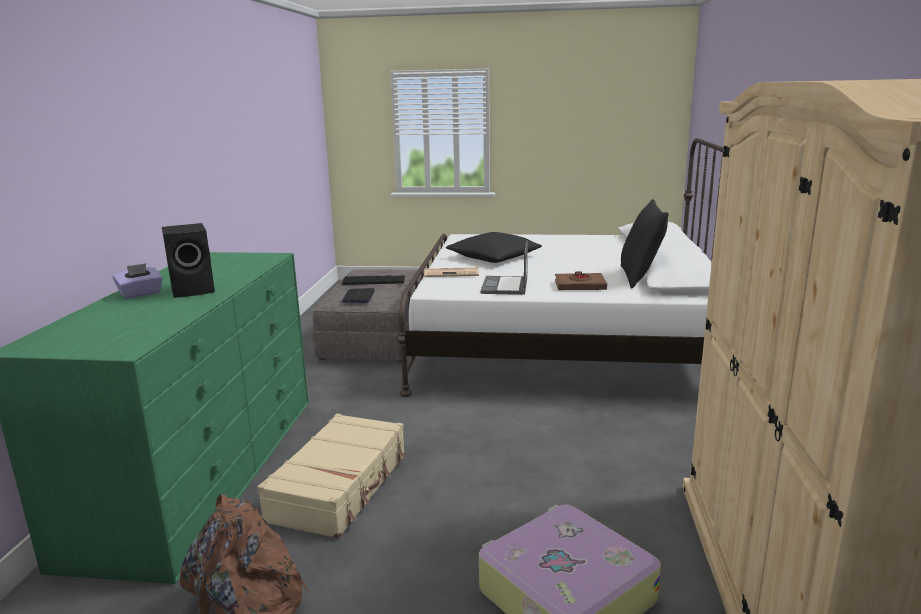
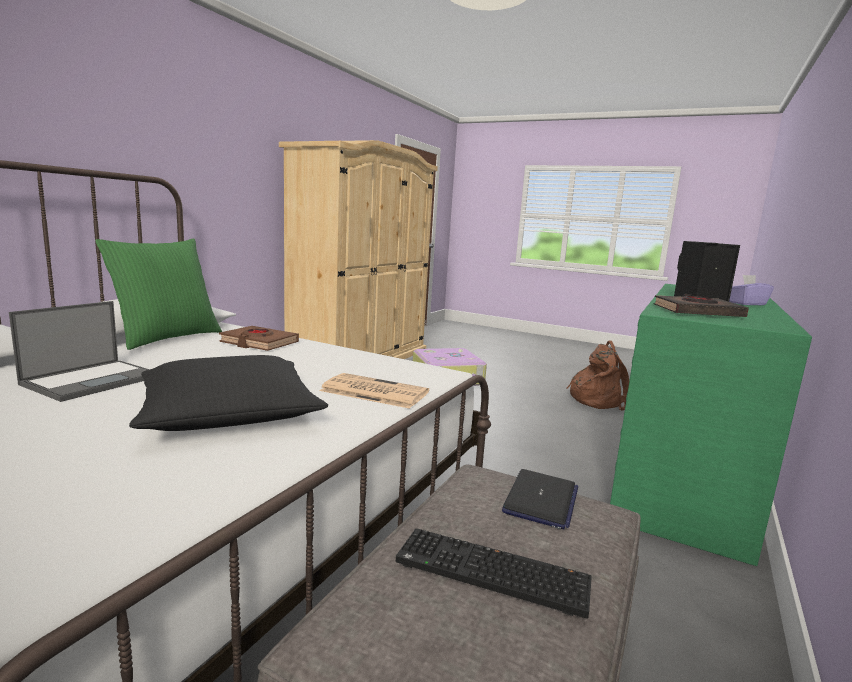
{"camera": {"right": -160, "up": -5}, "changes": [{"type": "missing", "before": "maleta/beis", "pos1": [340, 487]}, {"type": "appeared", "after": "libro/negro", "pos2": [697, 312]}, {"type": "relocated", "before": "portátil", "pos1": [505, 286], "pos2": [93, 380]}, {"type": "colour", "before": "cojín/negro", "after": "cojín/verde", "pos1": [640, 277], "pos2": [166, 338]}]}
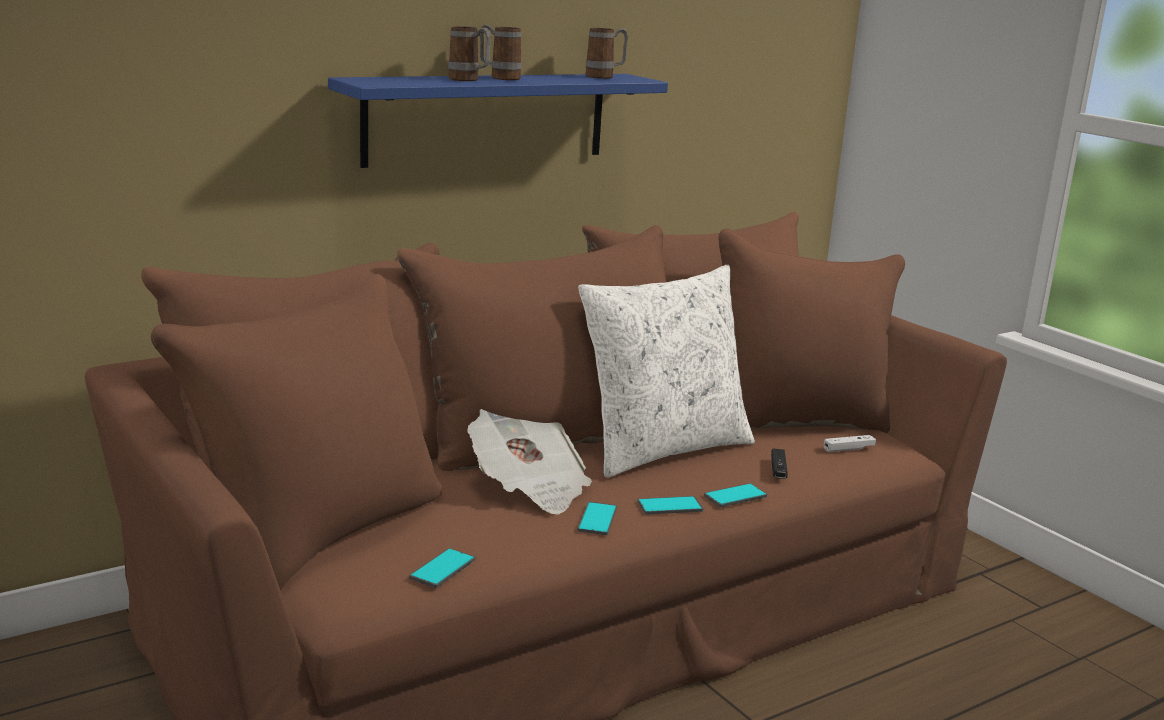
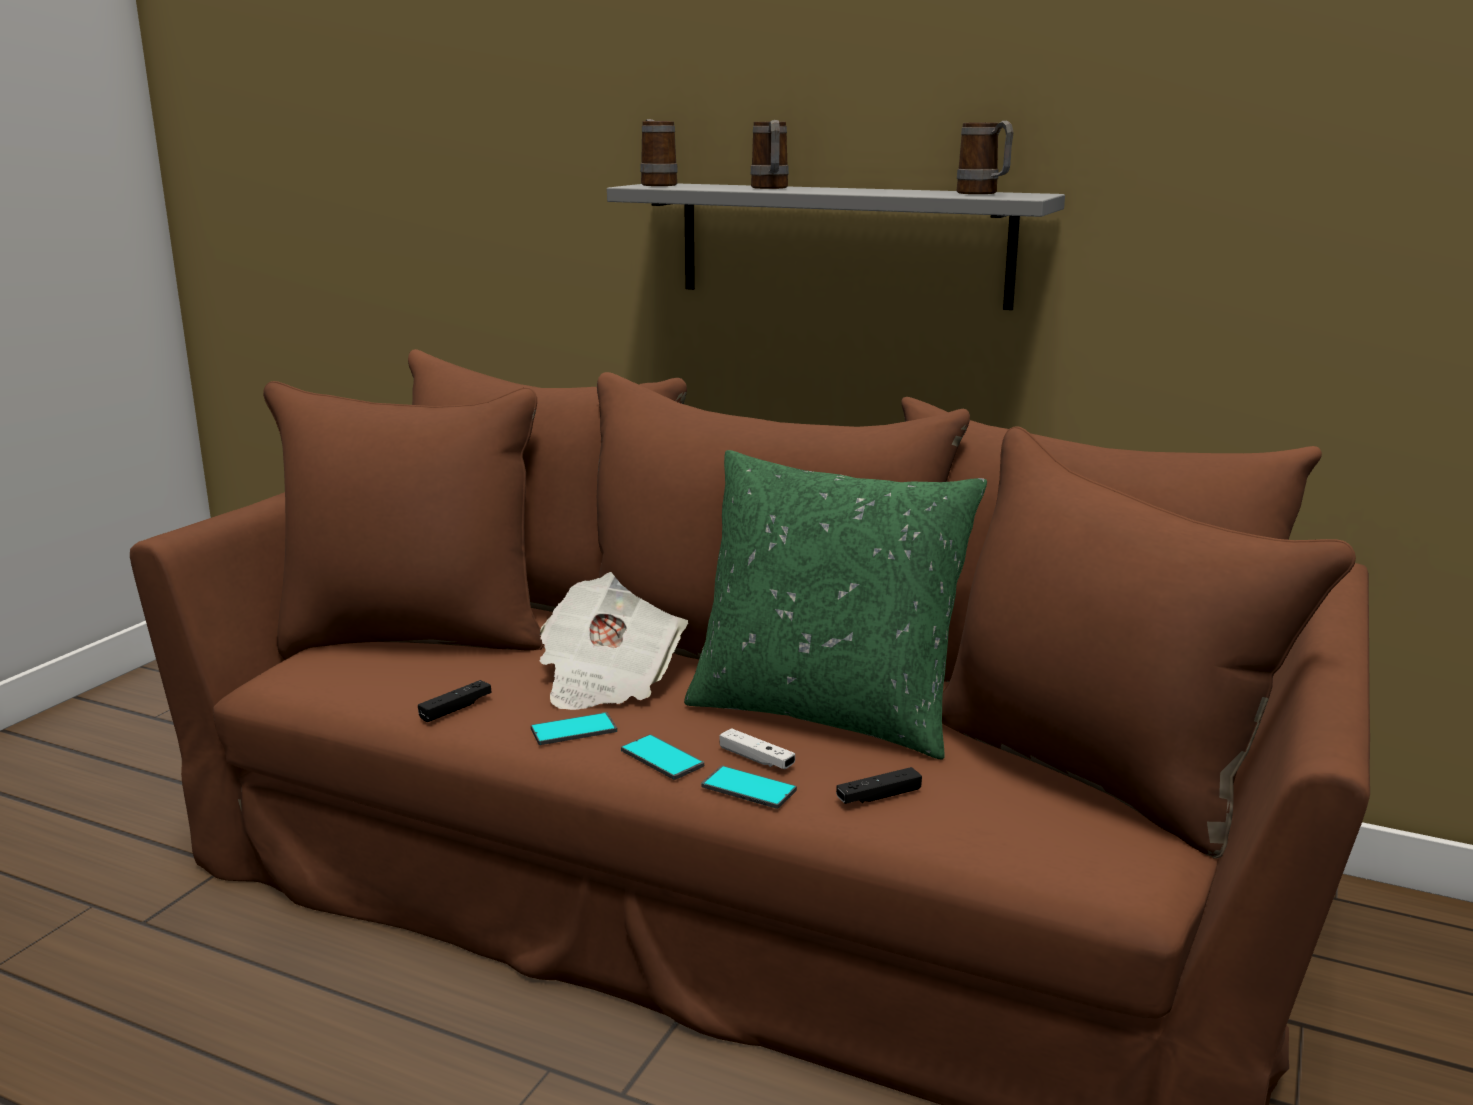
{"camera": {"right": 60, "up": 0}, "changes": [{"type": "missing", "before": "móvil", "pos1": [442, 569]}, {"type": "appeared", "after": "mando de consola/negro", "pos2": [455, 709]}, {"type": "relocated", "before": "taza grande", "pos1": [499, 78], "pos2": [657, 184]}, {"type": "relocated", "before": "mando de consola/blanco", "pos1": [848, 449], "pos2": [756, 759]}, {"type": "colour", "before": "estante/azul", "after": "estante/gris", "pos1": [487, 118], "pos2": [842, 244]}, {"type": "colour", "before": "cojín/blanco", "after": "cojín/verde", "pos1": [662, 448], "pos2": [826, 713]}]}
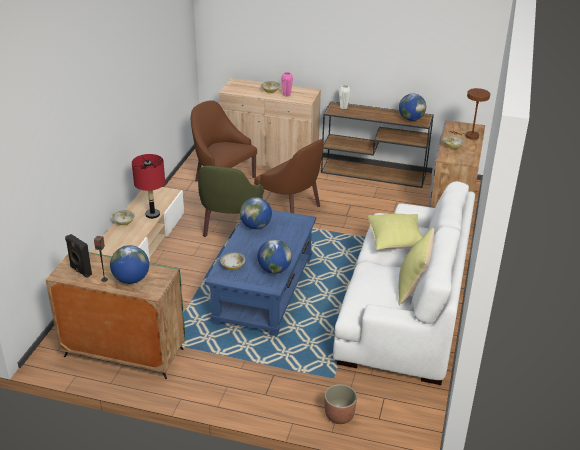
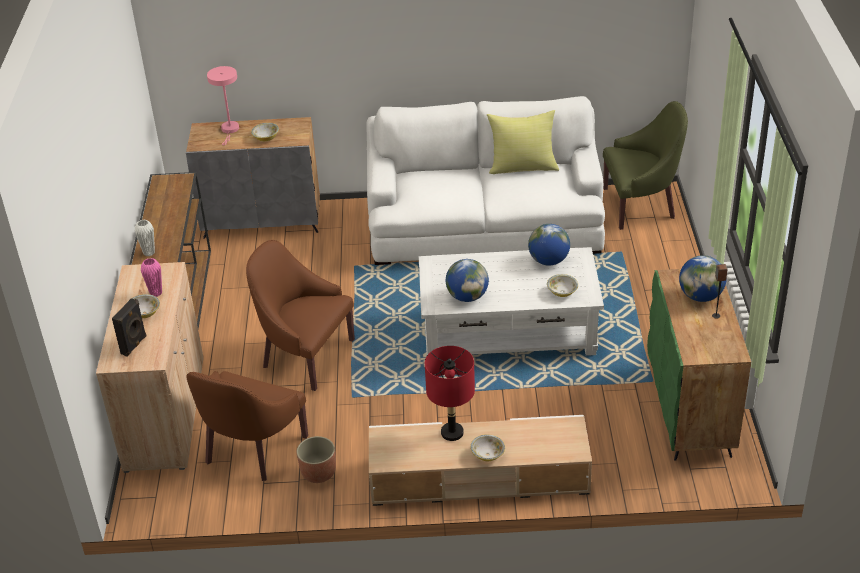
{"camera": {"right": -105, "up": 5}, "changes": [{"type": "missing", "before": "cojín/amarillo", "pos1": [396, 241]}, {"type": "missing", "before": "globo terráqueo", "pos1": [411, 119]}, {"type": "relocated", "before": "altavoz/negro", "pos1": [80, 271], "pos2": [134, 345]}, {"type": "relocated", "before": "sillón/verde", "pos1": [229, 227], "pos2": [641, 205]}, {"type": "relocated", "before": "maceta", "pos1": [339, 415], "pos2": [318, 473]}, {"type": "colour", "before": "mesa de centro/azul", "after": "mesa de centro/blanco", "pos1": [264, 290], "pos2": [509, 332]}, {"type": "colour", "before": "lámpara de mesa/marrón", "after": "lámpara de mesa/rosa", "pos1": [469, 136], "pos2": [230, 130]}, {"type": "spun", "before": "sillón/marrón", "pos1": [291, 206], "pos2": [305, 355], "turn": -90}]}
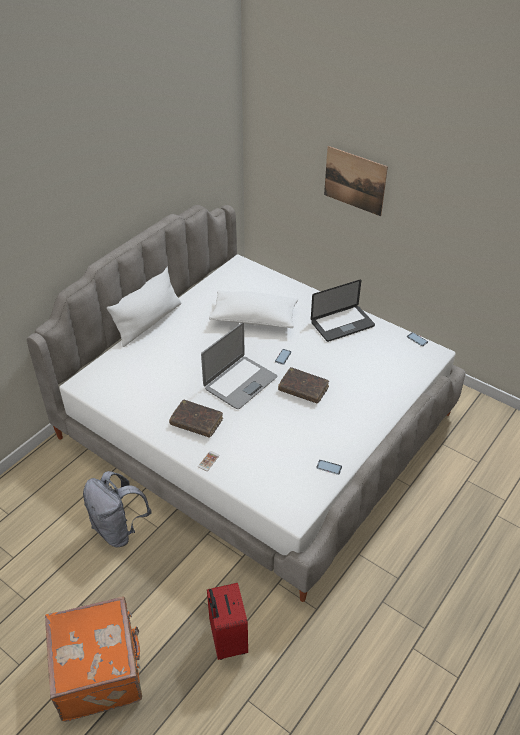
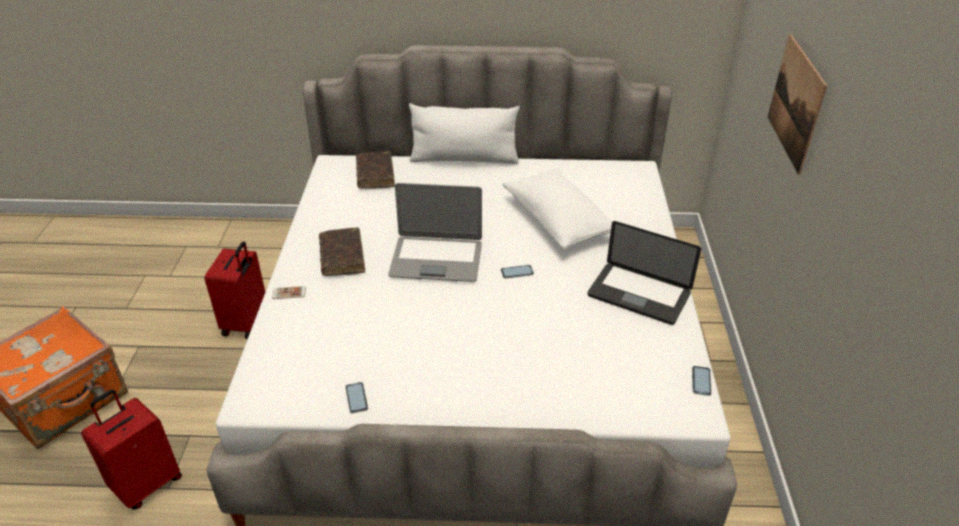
{"camera": {"right": 55, "up": -5}, "changes": [{"type": "relocated", "before": "libro/marrón", "pos1": [303, 389], "pos2": [375, 175]}, {"type": "exchanged", "before": "mochila/gris", "after": "maleta/rojo", "pos1": [119, 529], "pos2": [246, 323]}]}
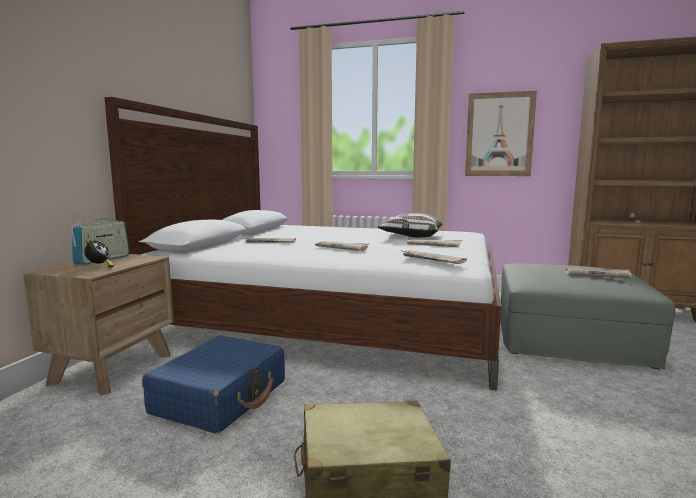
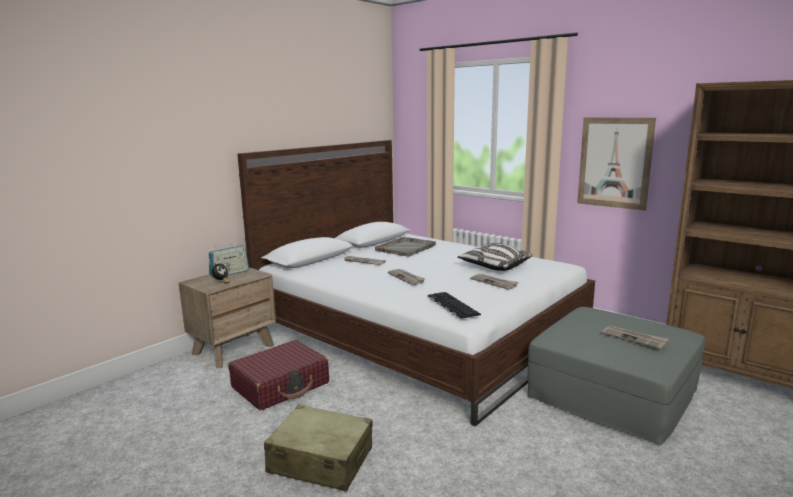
{"camera": {"right": 25, "up": 5}, "changes": [{"type": "appeared", "after": "bandeja/gris", "pos2": [406, 247]}, {"type": "exchanged", "before": "periódico", "after": "teclado", "pos1": [431, 259], "pos2": [451, 305]}, {"type": "colour", "before": "maleta/azul", "after": "maleta/rojo", "pos1": [221, 397], "pos2": [281, 385]}]}
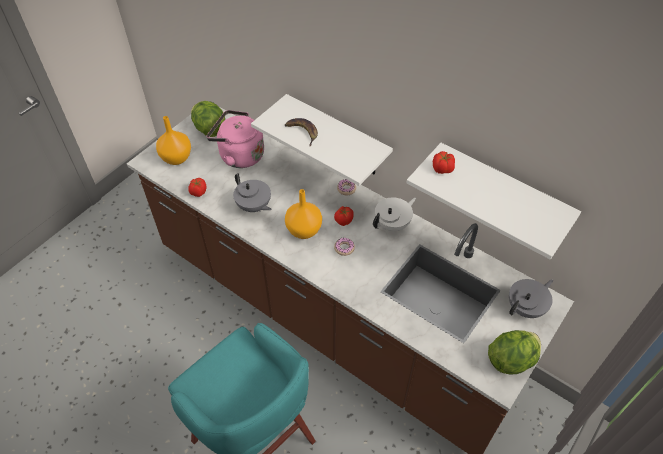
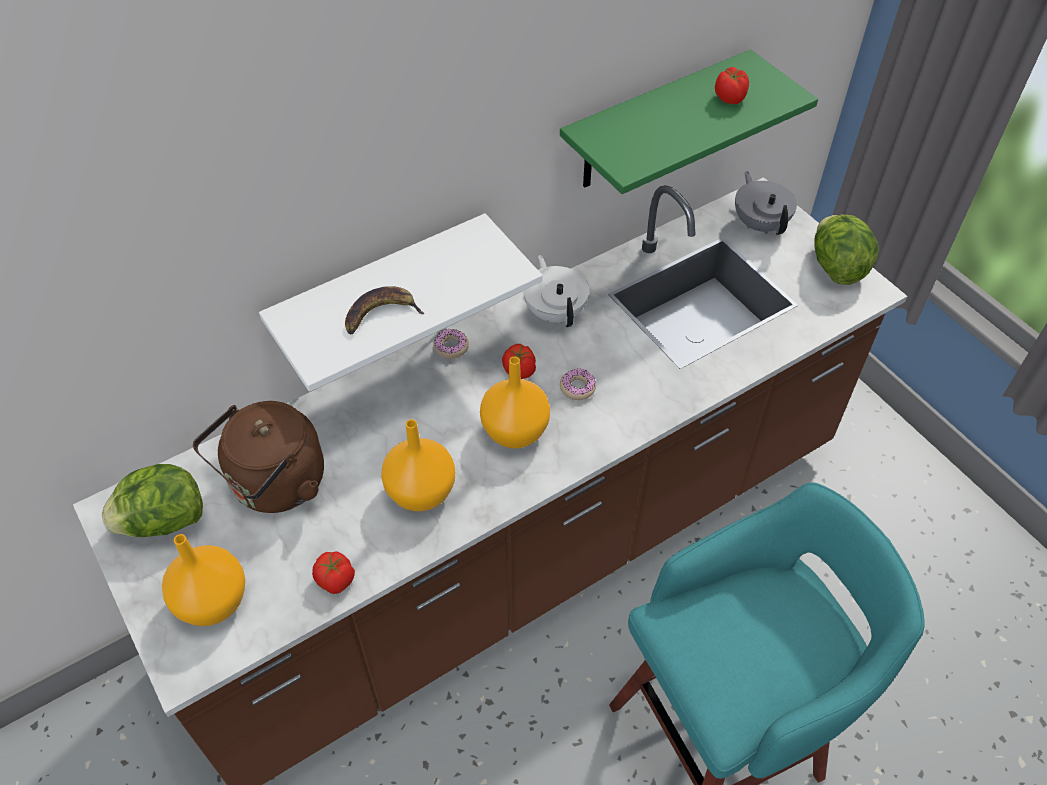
{"camera": {"right": -70, "up": 0}, "changes": [{"type": "relocated", "before": "tomate", "pos1": [442, 169], "pos2": [730, 98]}, {"type": "exchanged", "before": "tetera/gris", "after": "florero/naranja", "pos1": [254, 206], "pos2": [422, 493]}, {"type": "colour", "before": "hervidor/rosa", "after": "hervidor/marrón", "pos1": [239, 155], "pos2": [274, 485]}, {"type": "colour", "before": "estante/blanco", "after": "estante/verde", "pos1": [502, 193], "pos2": [654, 122]}]}
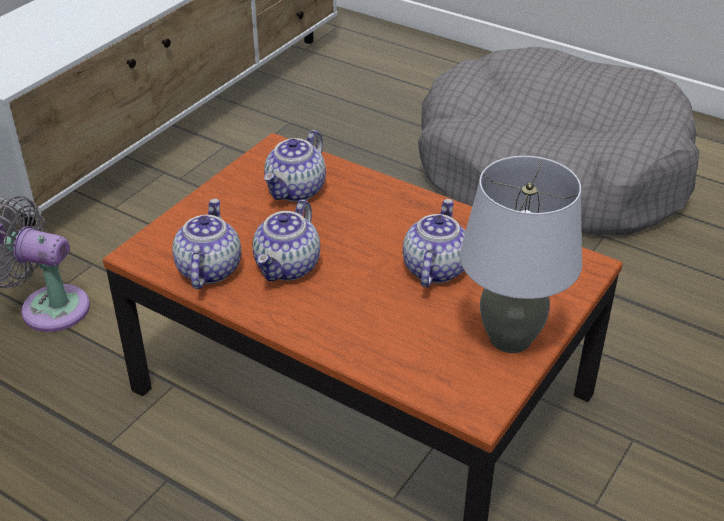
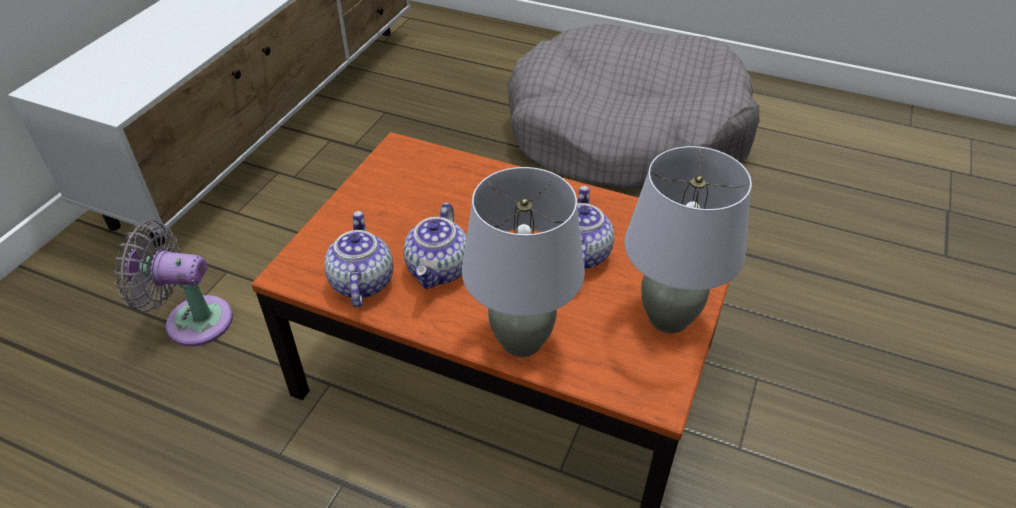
{"camera": {"right": -10, "up": 5}, "changes": [{"type": "missing", "before": "tetera", "pos1": [296, 190]}, {"type": "appeared", "after": "lámpara de mesa/gris", "pos2": [521, 342]}]}
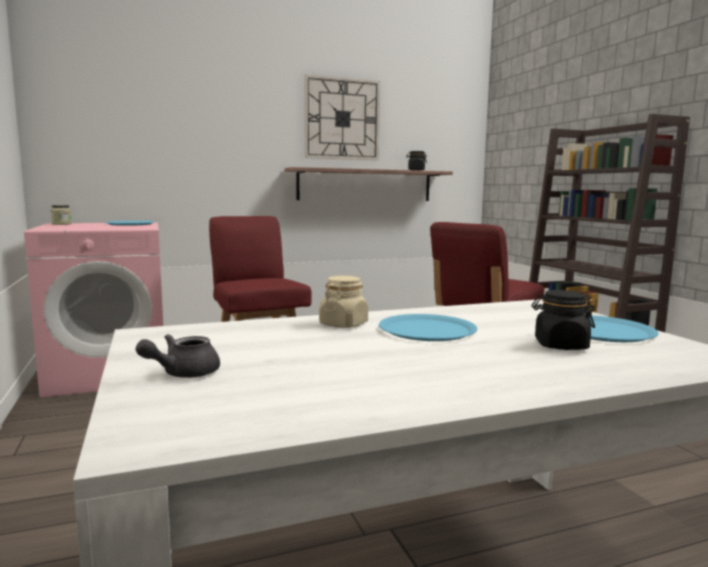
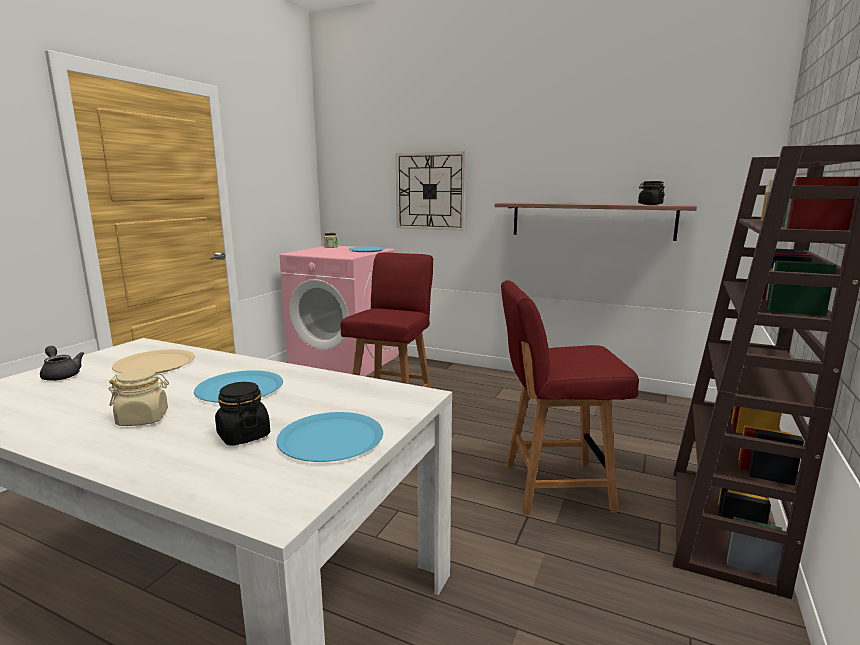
{"camera": {"right": 45, "up": 5}, "changes": [{"type": "appeared", "after": "plato/beis", "pos2": [155, 364]}, {"type": "relocated", "before": "reloj de pared", "pos1": [342, 119], "pos2": [430, 191]}, {"type": "relocated", "before": "tarro/beis", "pos1": [343, 324], "pos2": [143, 419]}, {"type": "spun", "before": "tetera/gris", "pos1": [183, 373], "pos2": [61, 375], "turn": 45}]}
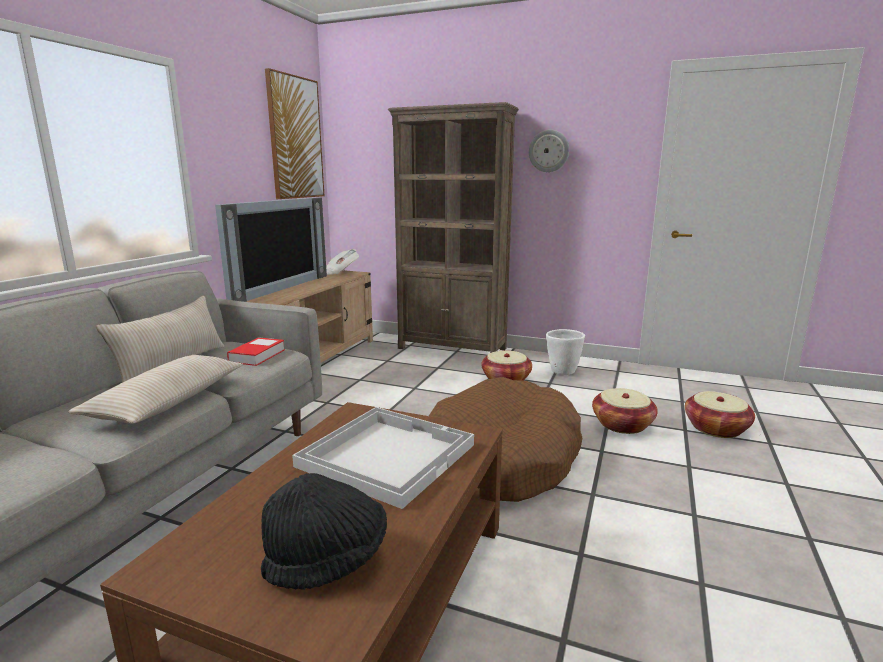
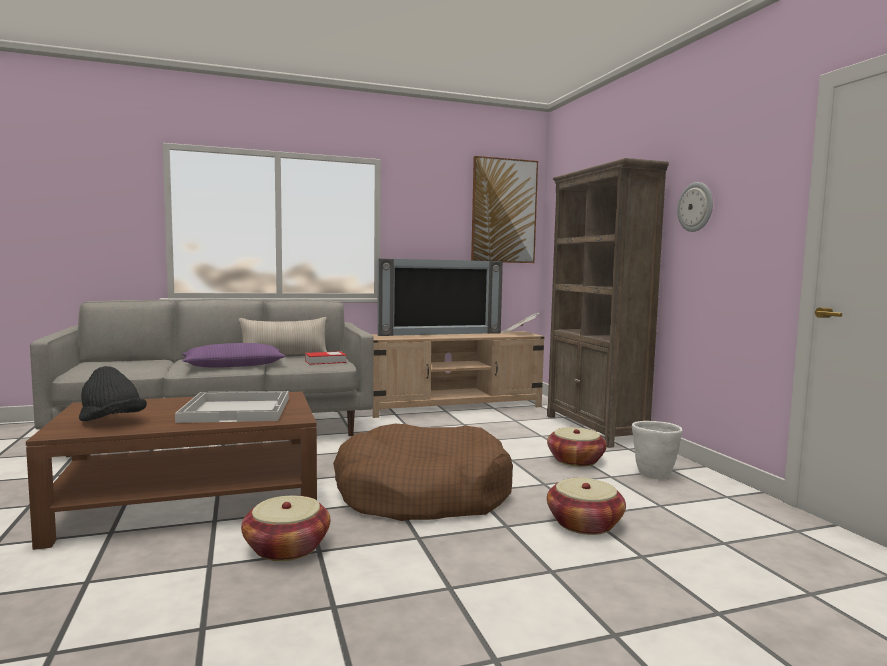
{"camera": {"right": 50, "up": -10}, "changes": [{"type": "relocated", "before": "cesta", "pos1": [716, 428], "pos2": [286, 548]}, {"type": "colour", "before": "cojín/beis", "after": "cojín/morado", "pos1": [168, 402], "pos2": [234, 366]}]}
